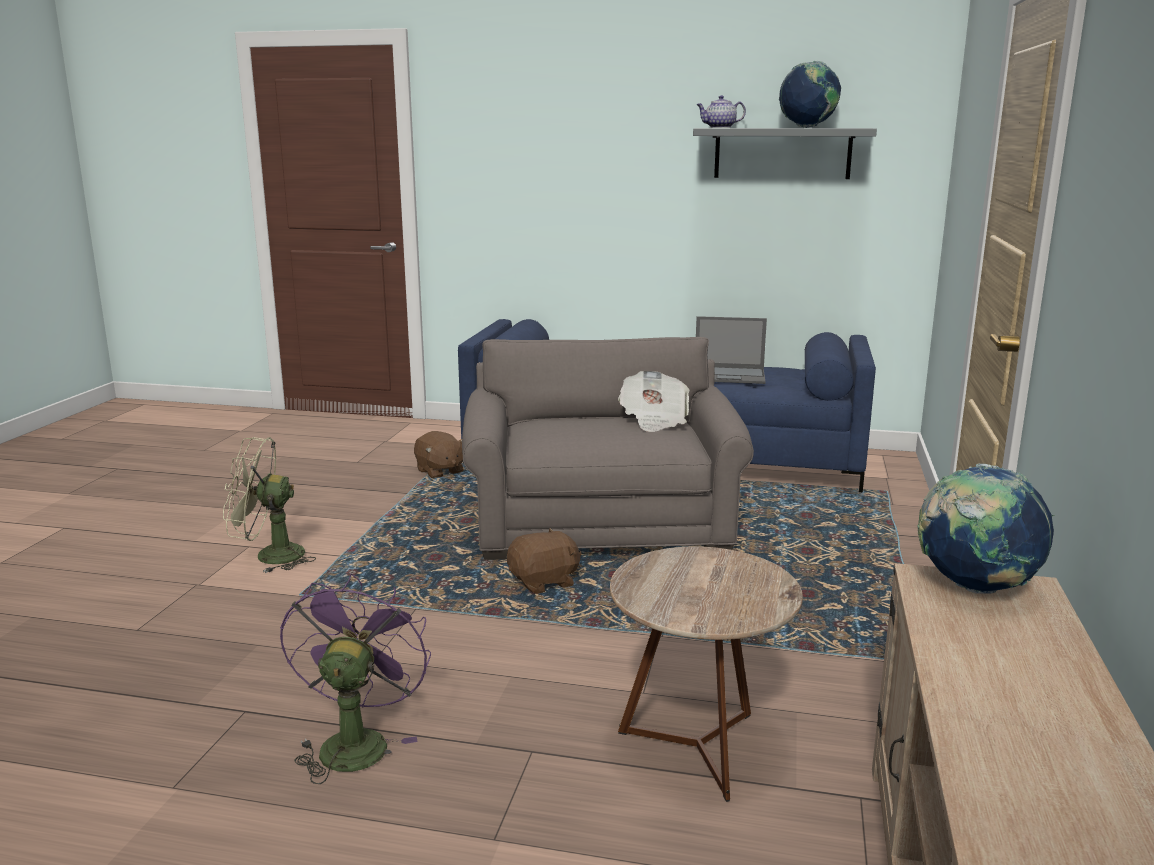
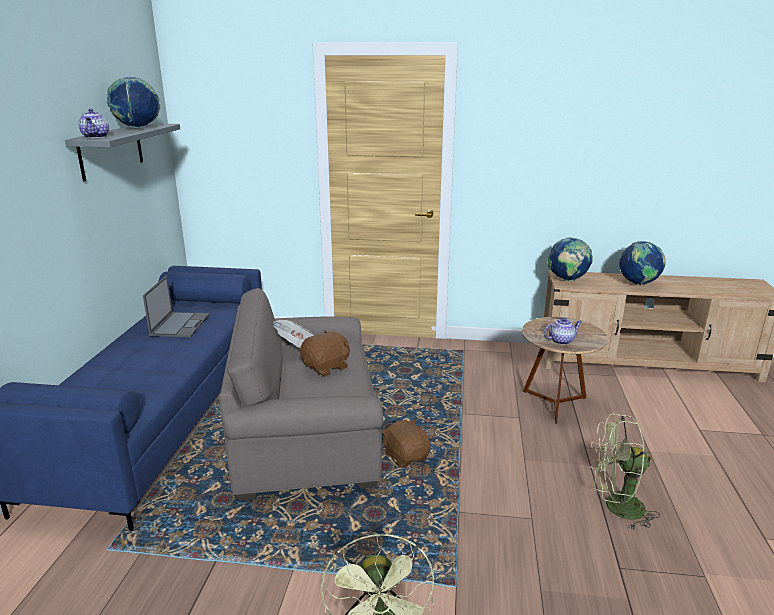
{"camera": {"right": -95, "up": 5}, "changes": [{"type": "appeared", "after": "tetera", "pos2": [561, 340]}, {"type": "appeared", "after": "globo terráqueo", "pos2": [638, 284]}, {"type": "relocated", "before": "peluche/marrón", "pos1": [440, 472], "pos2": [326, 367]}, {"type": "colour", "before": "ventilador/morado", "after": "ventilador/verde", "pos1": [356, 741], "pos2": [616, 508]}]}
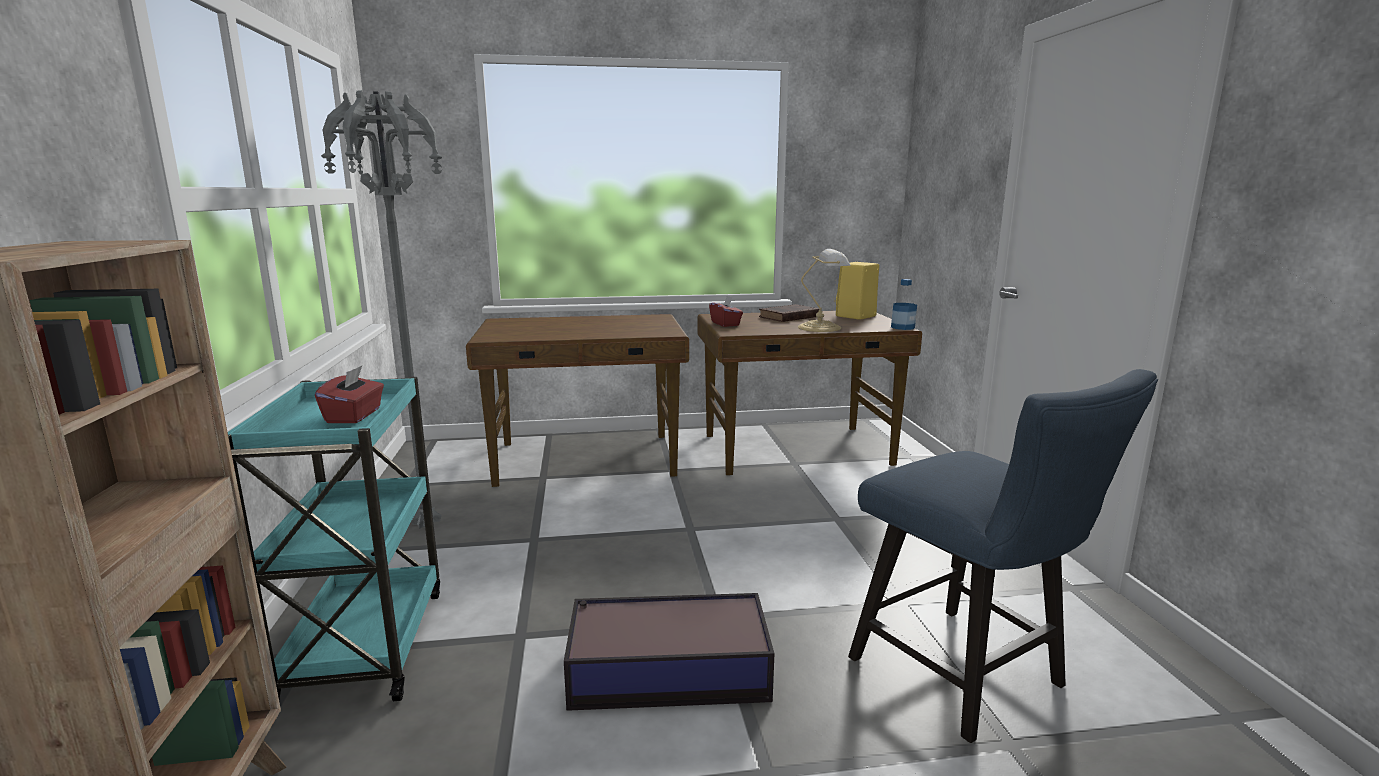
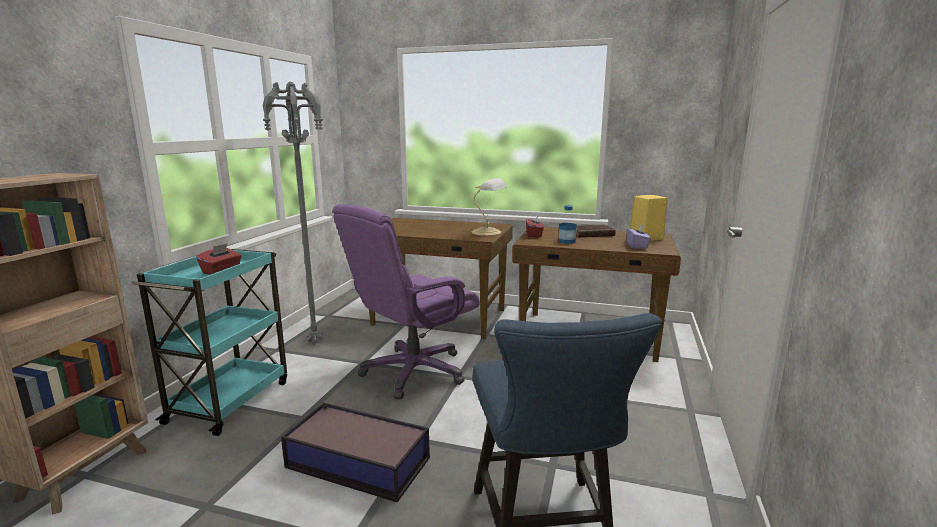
{"camera": {"right": 25, "up": 0}, "changes": [{"type": "appeared", "after": "silla de oficina/morado", "pos2": [413, 372]}, {"type": "appeared", "after": "caja de pañuelos/morado", "pos2": [637, 246]}, {"type": "relocated", "before": "lámpara de mesa", "pos1": [822, 327], "pos2": [488, 232]}, {"type": "relocated", "before": "botella", "pos1": [902, 327], "pos2": [566, 241]}]}
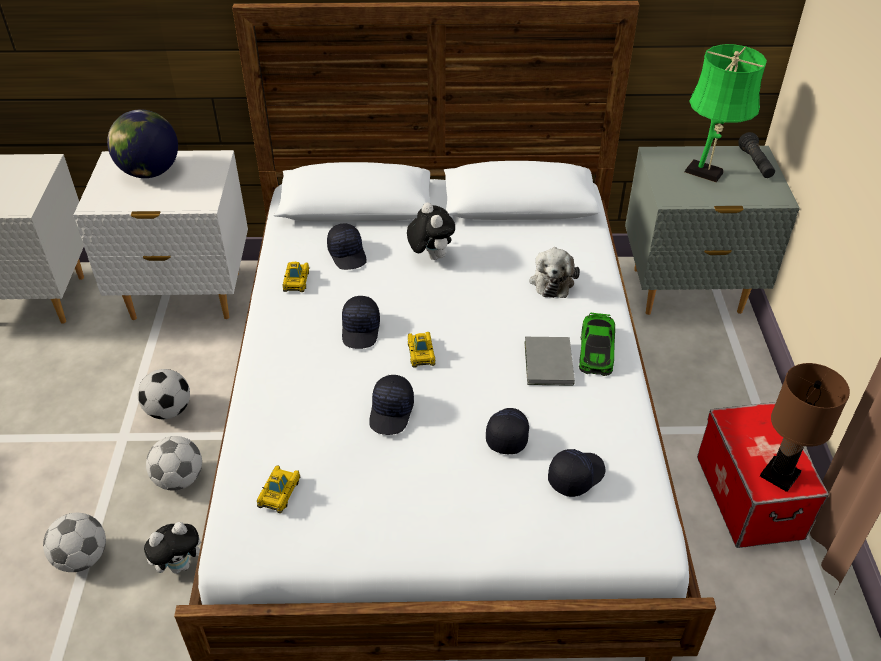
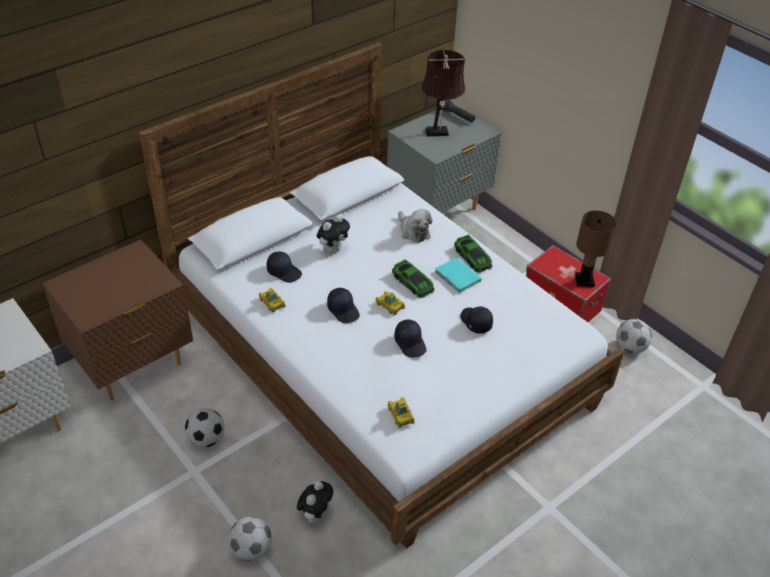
{"camera": {"right": -40, "up": 0}, "changes": [{"type": "missing", "before": "globo terráqueo", "pos1": [149, 172]}, {"type": "missing", "before": "gorra/negro", "pos1": [575, 475]}, {"type": "appeared", "after": "coche de juguete", "pos2": [413, 282]}, {"type": "relocated", "before": "balón de fútbol", "pos1": [179, 479], "pos2": [630, 348]}, {"type": "colour", "before": "mesita de noche/blanco", "after": "mesita de noche/marrón", "pos1": [186, 296], "pos2": [133, 365]}, {"type": "colour", "before": "libro/gris", "after": "libro/turquesa", "pos1": [547, 364], "pos2": [458, 277]}, {"type": "colour", "before": "lámpara de mesa/verde", "after": "lámpara de mesa/marrón", "pos1": [707, 173], "pos2": [439, 132]}, {"type": "spun", "before": "peluche", "pos1": [430, 256], "pos2": [333, 249], "turn": 105}]}
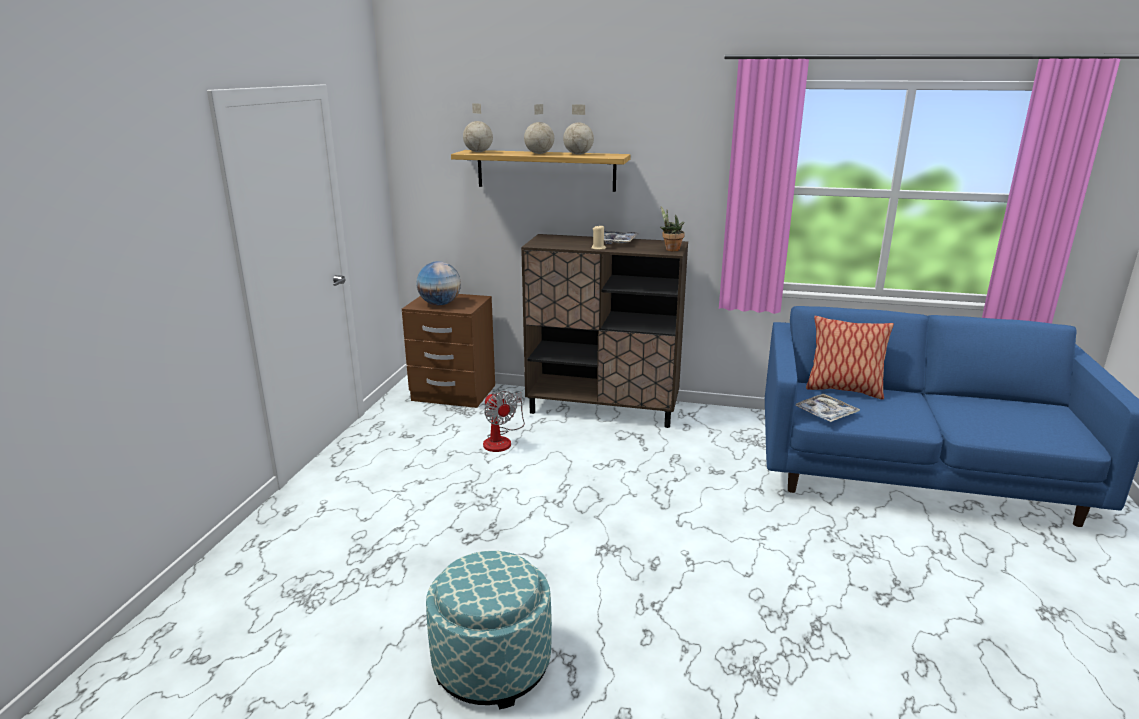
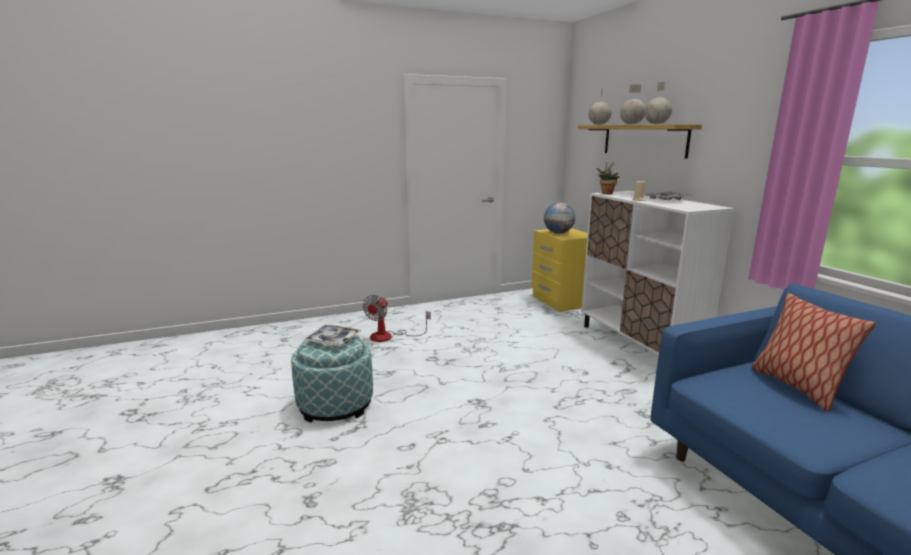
{"camera": {"right": 55, "up": -5}, "changes": [{"type": "relocated", "before": "ventilador", "pos1": [501, 440], "pos2": [389, 336]}, {"type": "relocated", "before": "planta en maceta", "pos1": [670, 249], "pos2": [606, 193]}, {"type": "relocated", "before": "bandeja", "pos1": [825, 413], "pos2": [333, 340]}, {"type": "colour", "before": "mesita de noche/marrón", "after": "mesita de noche/amarillo", "pos1": [453, 394], "pos2": [561, 301]}, {"type": "colour", "before": "armario/marrón", "after": "armario/blanco", "pos1": [603, 409], "pos2": [638, 344]}]}
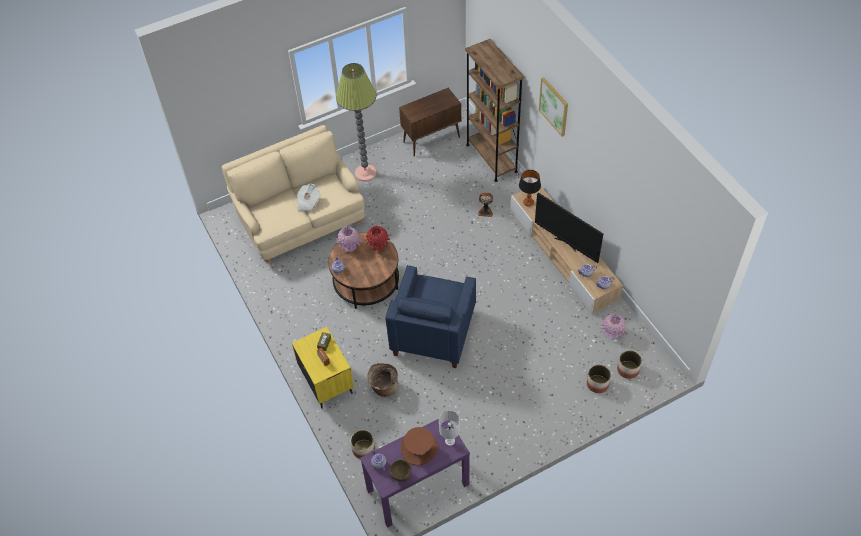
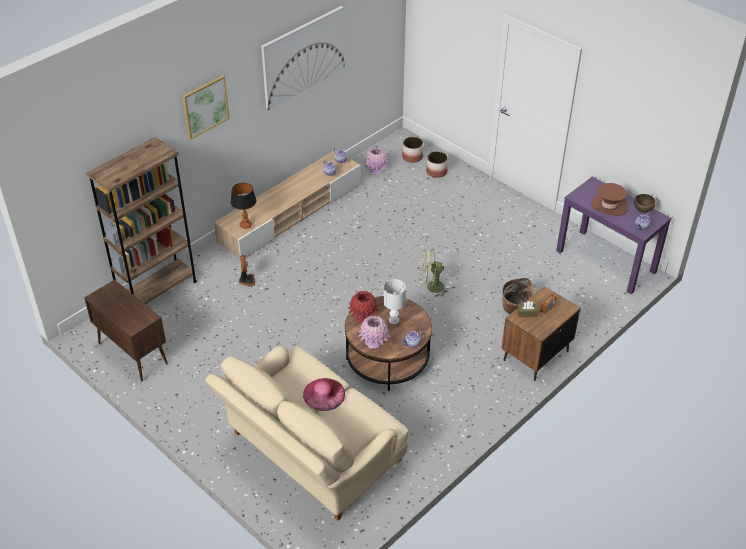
{"camera": {"right": -110, "up": -10}, "changes": [{"type": "missing", "before": "lámpara de pie", "pos1": [365, 173]}, {"type": "missing", "before": "maceta", "pos1": [363, 449]}, {"type": "missing", "before": "televisor", "pos1": [566, 243]}, {"type": "appeared", "after": "cuadro", "pos2": [303, 57]}, {"type": "relocated", "before": "lámpara de mesa/blanco", "pos1": [449, 441], "pos2": [393, 321]}, {"type": "exchanged", "before": "periódico", "after": "sombrero/rosa", "pos1": [308, 202], "pos2": [324, 394]}, {"type": "exchanged", "before": "sillón/azul", "after": "ventilador/verde", "pos1": [433, 332], "pos2": [431, 287]}, {"type": "colour", "before": "mesita de noche/amarillo", "after": "mesita de noche/marrón", "pos1": [327, 382], "pos2": [535, 356]}]}
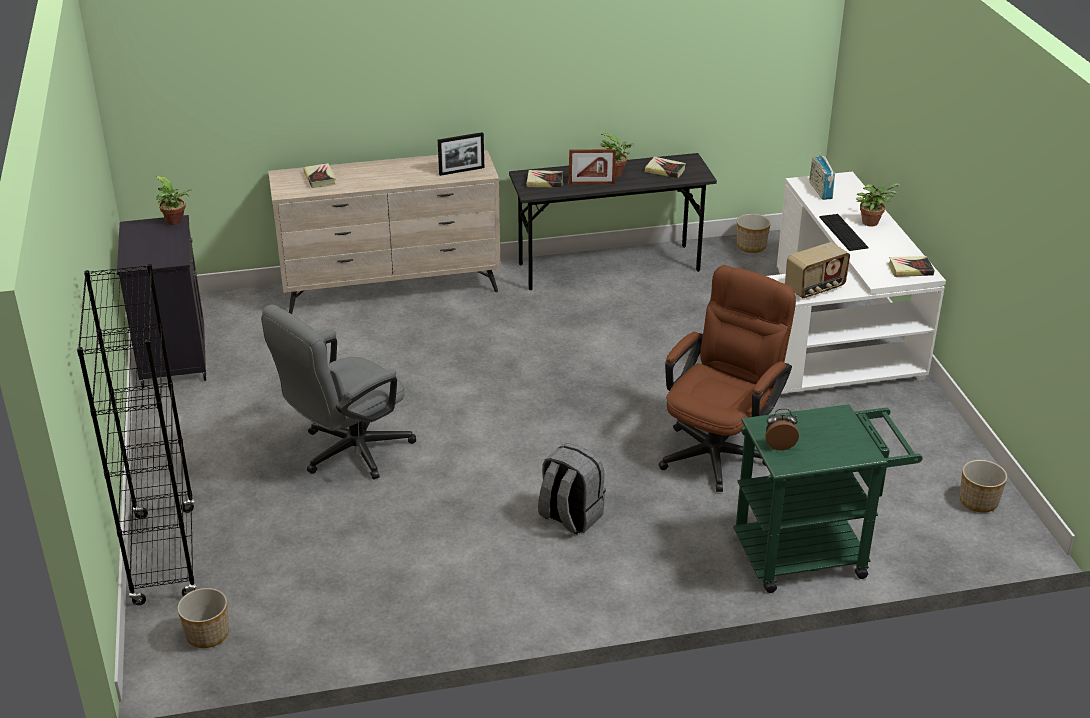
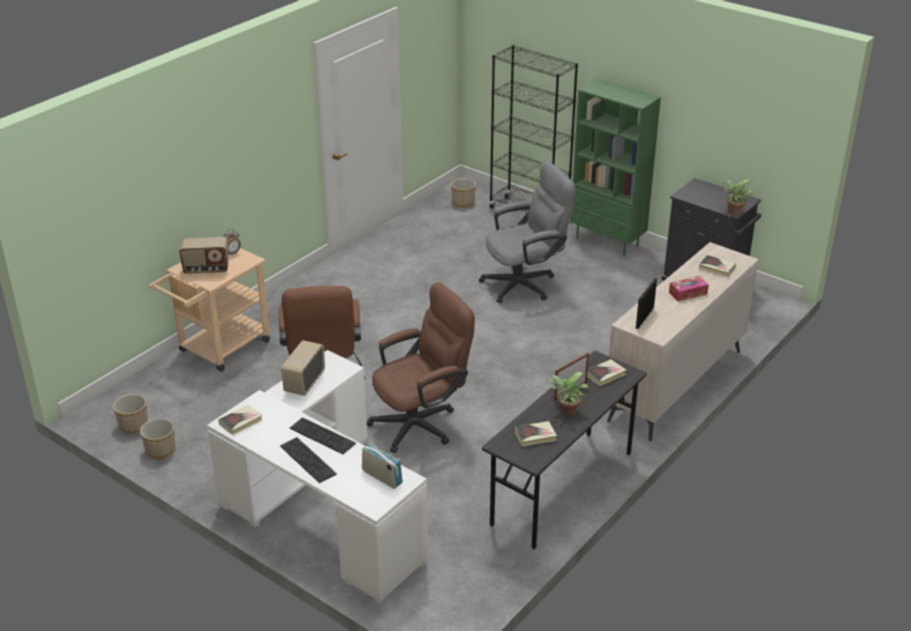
{"camera": {"right": 140, "up": 0}, "changes": [{"type": "missing", "before": "mochila/gris", "pos1": [570, 517]}, {"type": "appeared", "after": "radio", "pos2": [206, 269]}, {"type": "appeared", "after": "silla de oficina/marrón", "pos2": [421, 423]}, {"type": "appeared", "after": "estantería/verde", "pos2": [608, 241]}, {"type": "appeared", "after": "caja de pañuelos", "pos2": [688, 293]}, {"type": "relocated", "before": "maceta", "pos1": [751, 246], "pos2": [160, 450]}, {"type": "exchanged", "before": "planta en maceta", "after": "teclado", "pos1": [872, 222], "pos2": [307, 460]}, {"type": "colour", "before": "carrito/verde", "after": "carrito/beis", "pos1": [812, 553], "pos2": [219, 349]}, {"type": "spun", "before": "silla de oficina/gris", "pos1": [346, 453], "pos2": [525, 283], "turn": 60}]}
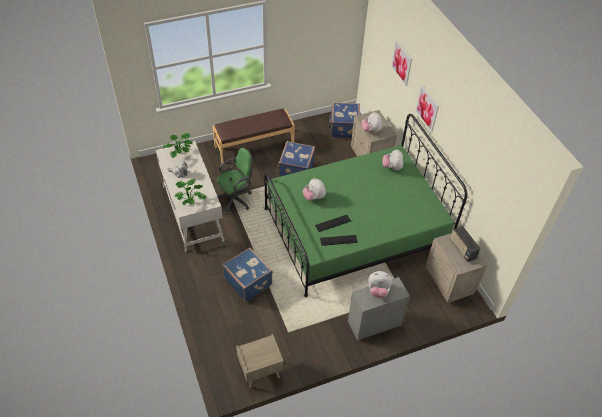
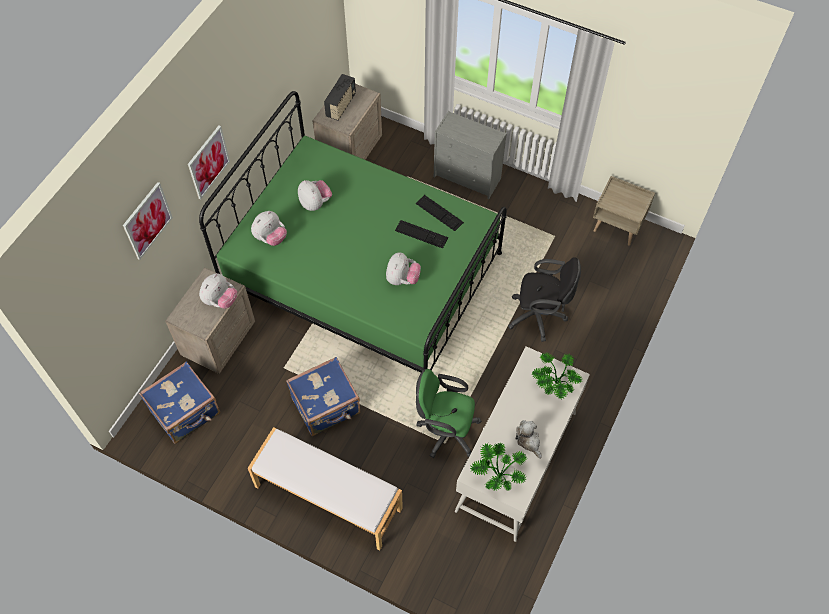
{"camera": {"right": -130, "up": 10}, "changes": [{"type": "relocated", "before": "peluche", "pos1": [378, 290], "pos2": [315, 203]}, {"type": "exchanged", "before": "maleta/azul", "after": "silla de oficina/negro", "pos1": [248, 281], "pos2": [539, 316]}, {"type": "colour", "before": "banco/marrón", "after": "banco/blanco", "pos1": [254, 145], "pos2": [328, 498]}]}
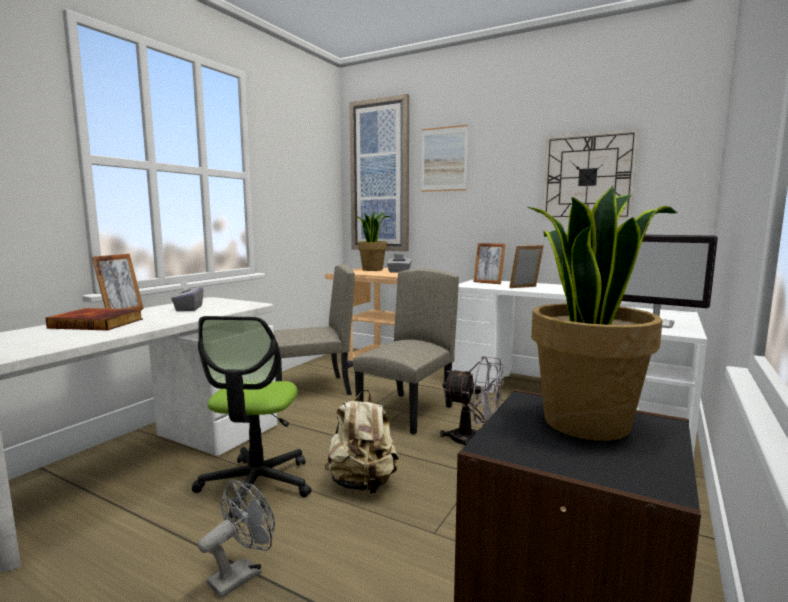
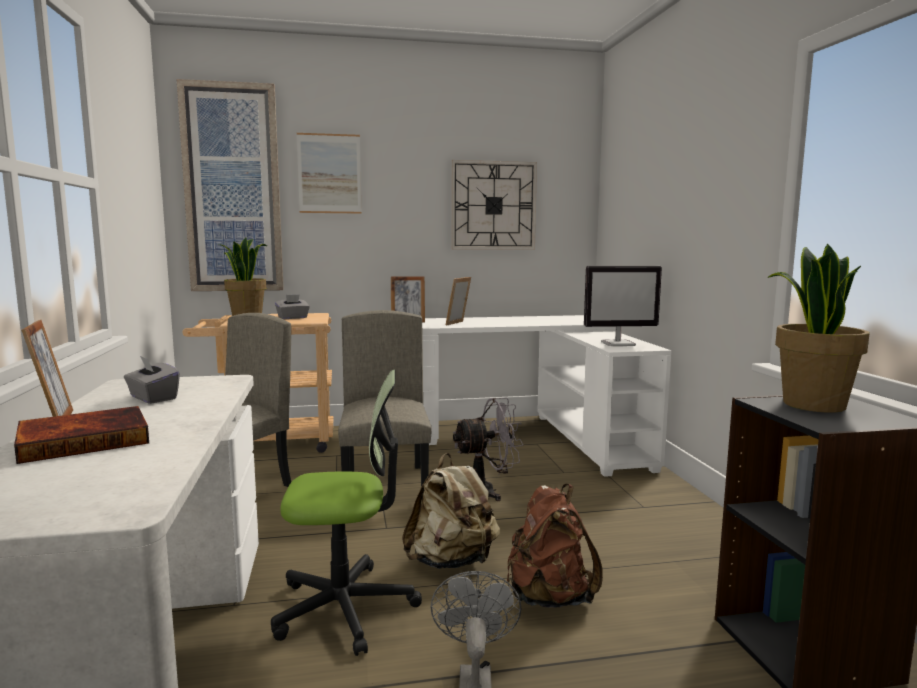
{"camera": {"right": -40, "up": 0}, "changes": [{"type": "appeared", "after": "mochila/marrón", "pos2": [548, 598]}, {"type": "spun", "before": "silla de oficina", "pos1": [256, 485], "pos2": [345, 608], "turn": -60}]}
